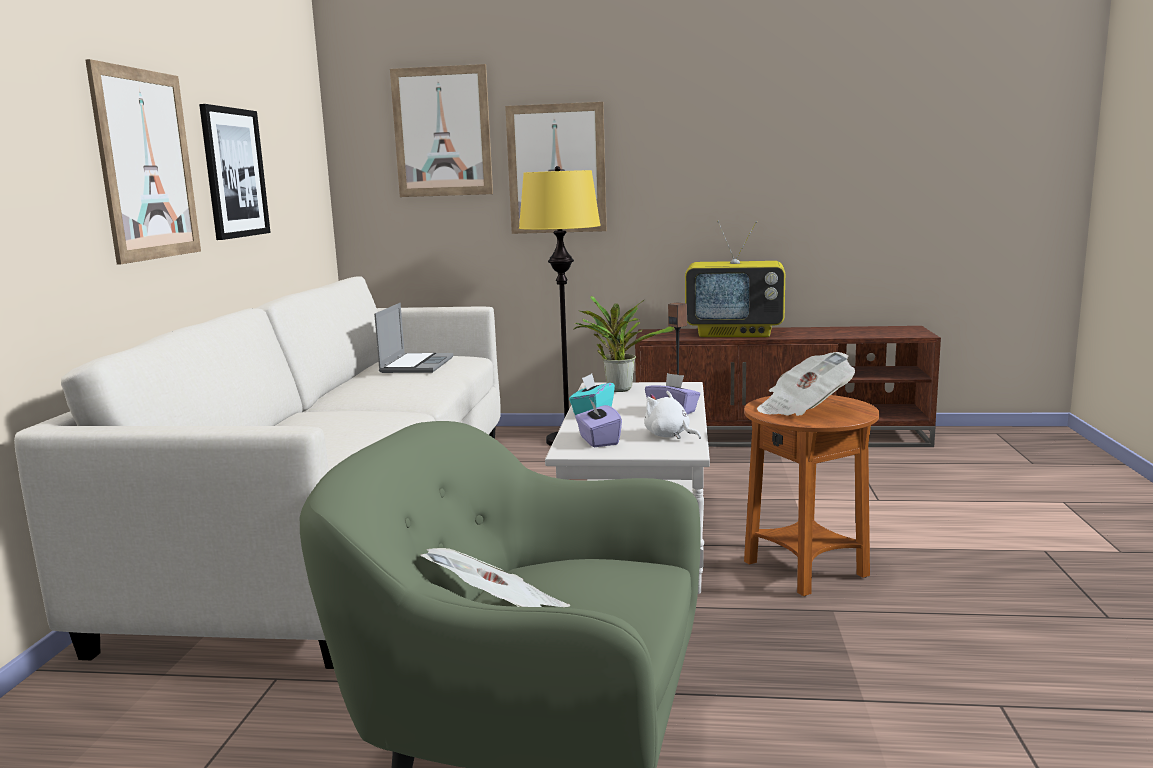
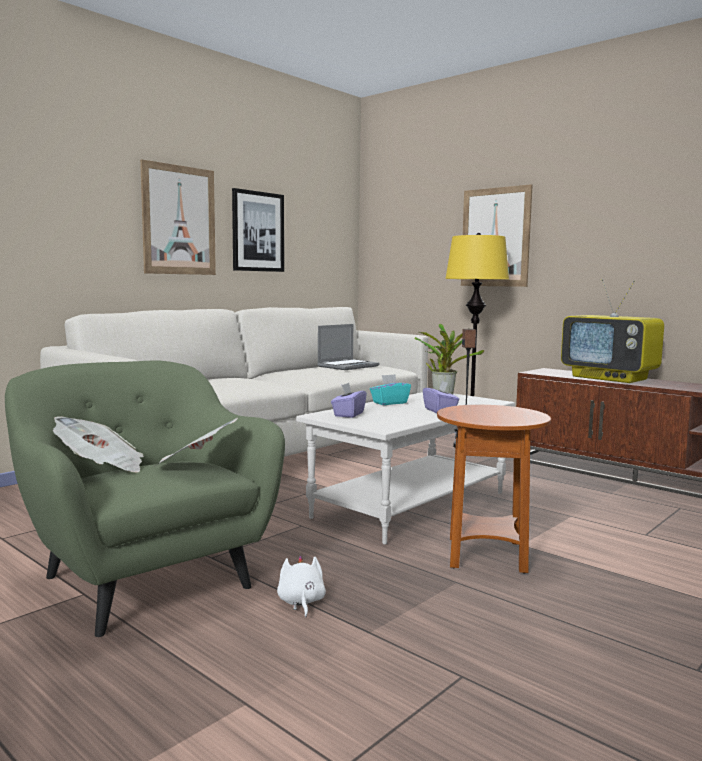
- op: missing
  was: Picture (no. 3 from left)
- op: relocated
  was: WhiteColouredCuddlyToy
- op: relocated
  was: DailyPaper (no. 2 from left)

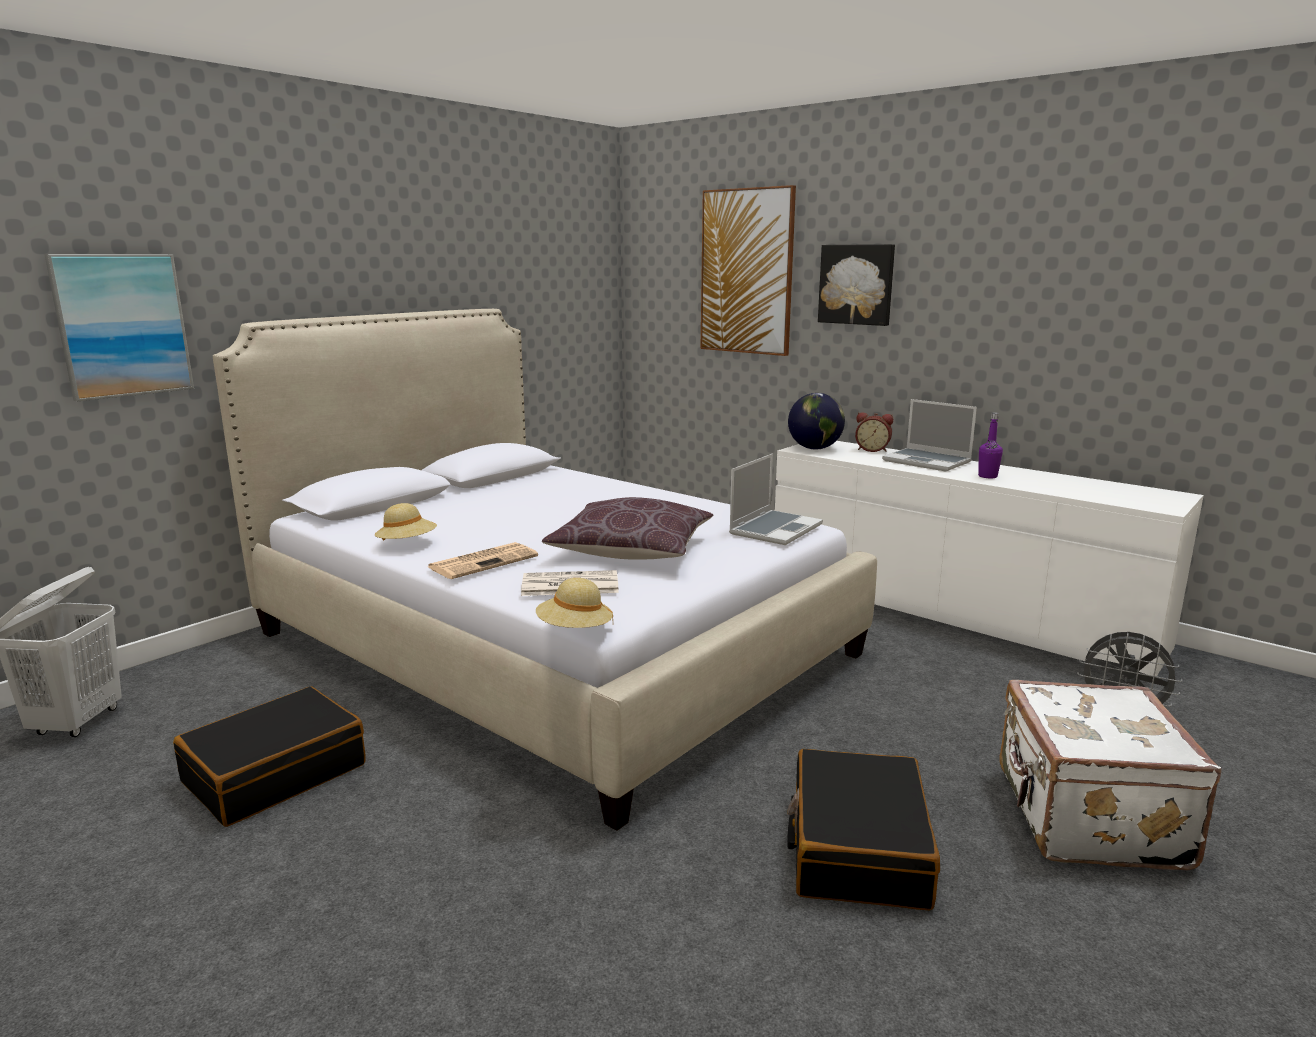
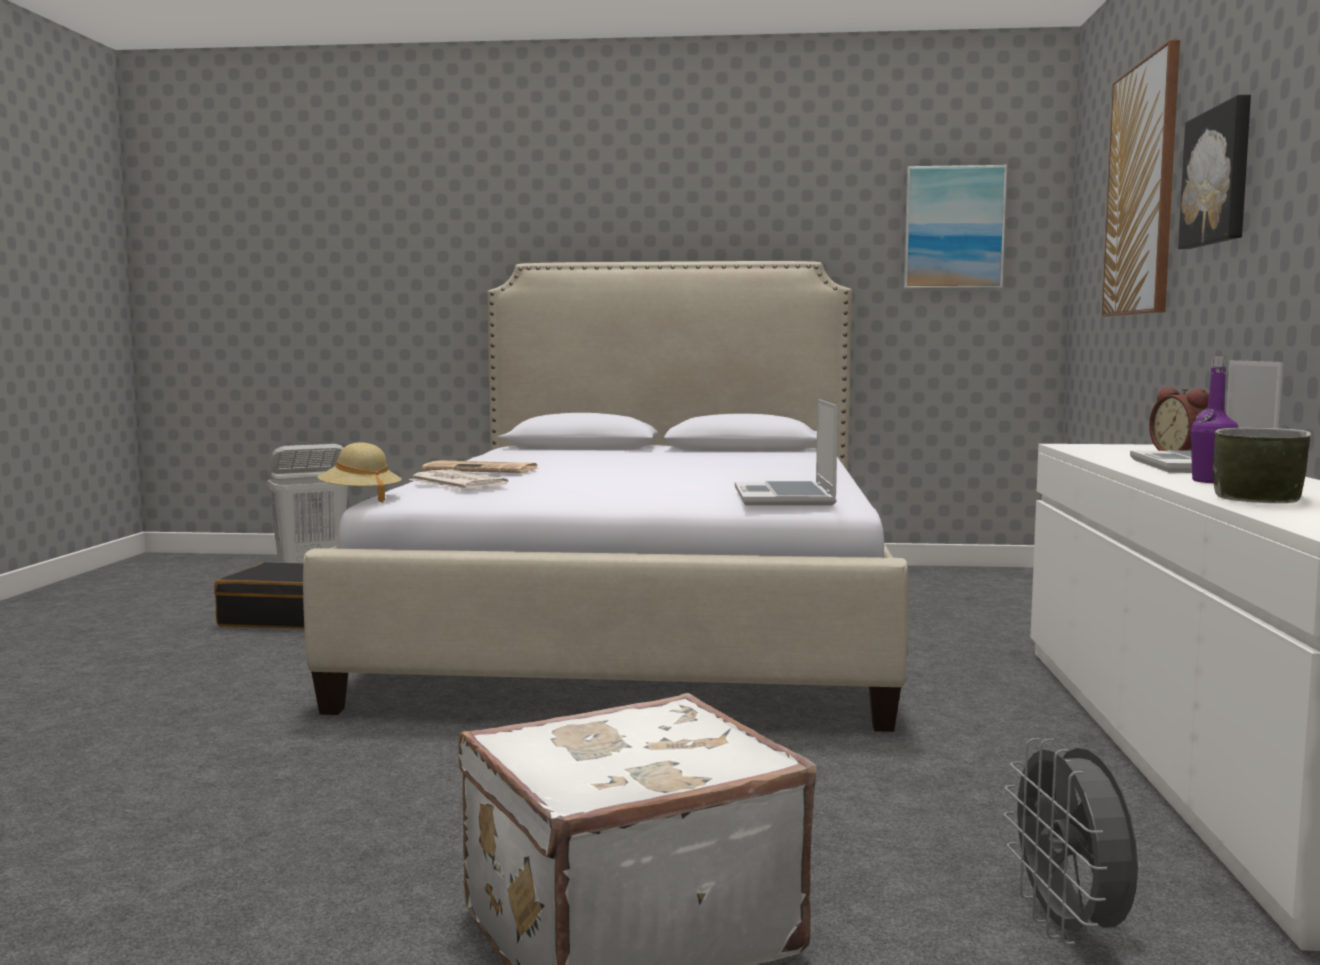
- op: missing
  was: BeigeColouredClothingHat (no. 1 from left)
- op: missing
  was: BrownColouredThrowPillow
- op: missing
  was: BlackishTravelCase (no. 2 from left)
- op: missing
  was: WorldGlobe
- op: appeared
  now: Bowl
- op: relocated
  was: Picture (no. 1 from left)
- op: spun
  was: PortableComputer (no. 1 from left)
  clockwise: 90

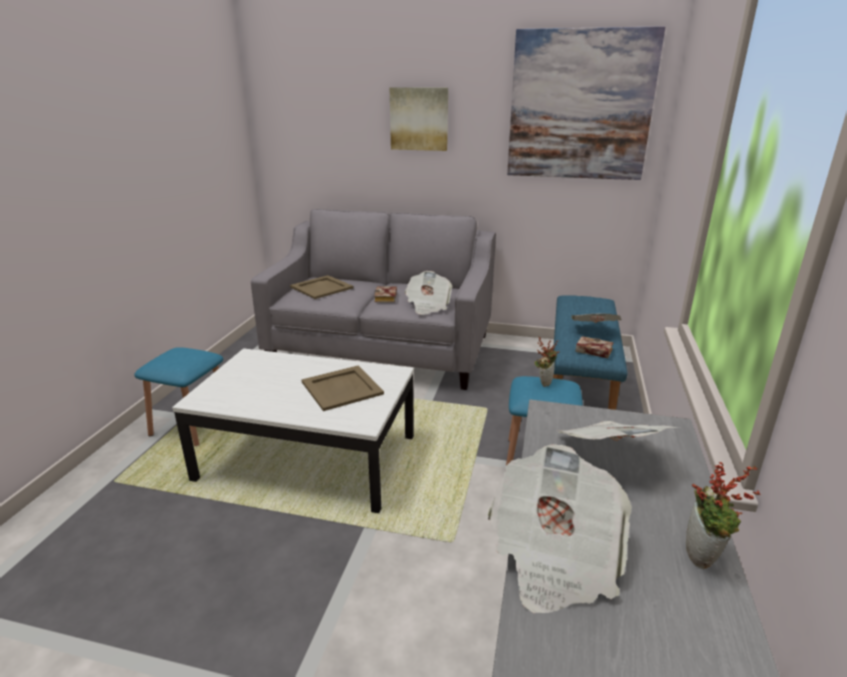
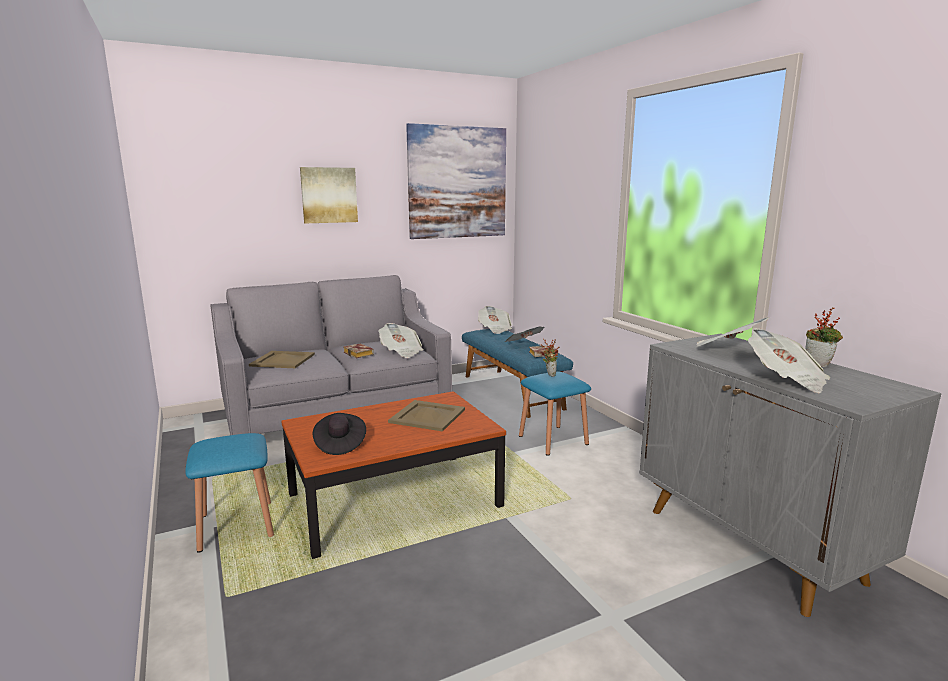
- op: appeared
  now: BlackishClothingHat
- op: appeared
  now: DailyPaper (no. 2 from left)
- op: colour
  was: WhiteColouredLowTable
  now: BrownColouredLowTable

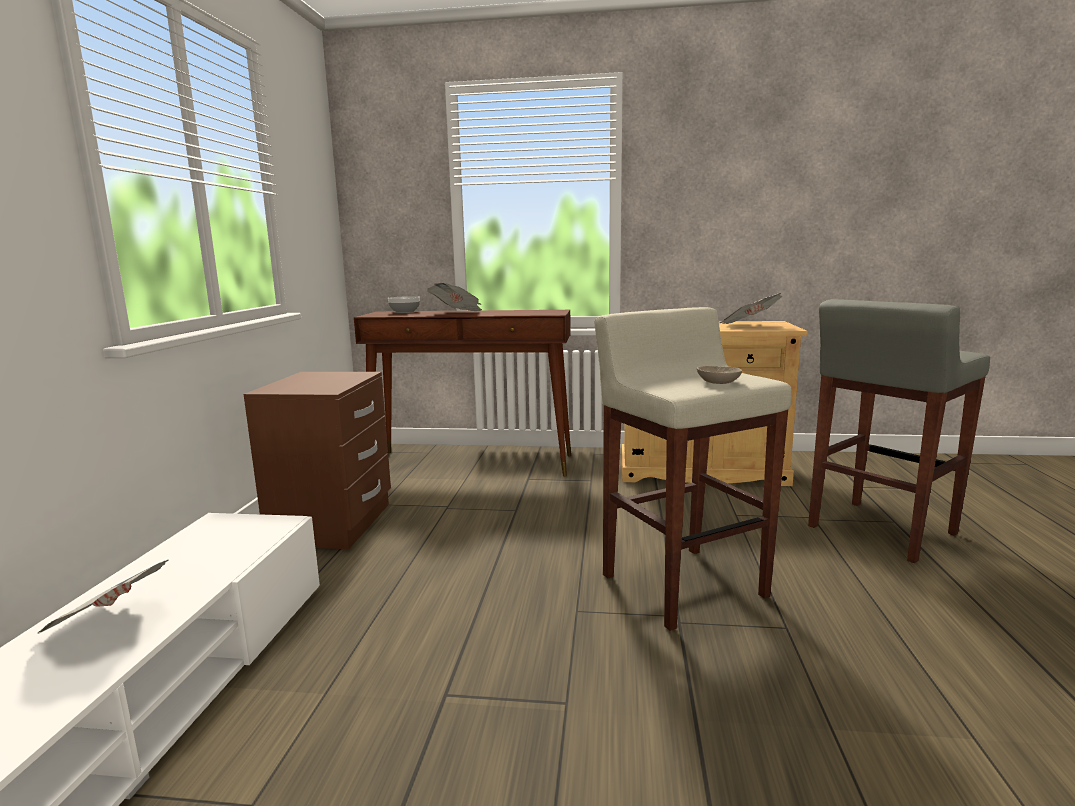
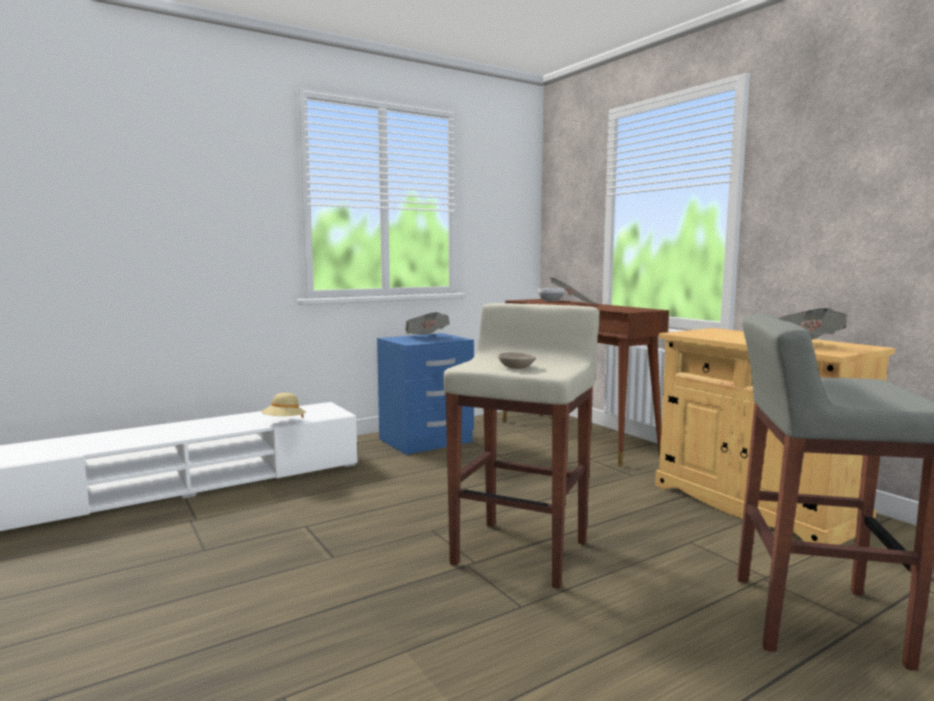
- op: appeared
  now: BeigeColouredClothingHat
- op: relocated
  was: DailyPaper (no. 1 from left)
- op: colour
  was: BrownColouredBedsideTable
  now: BlueBedsideTable

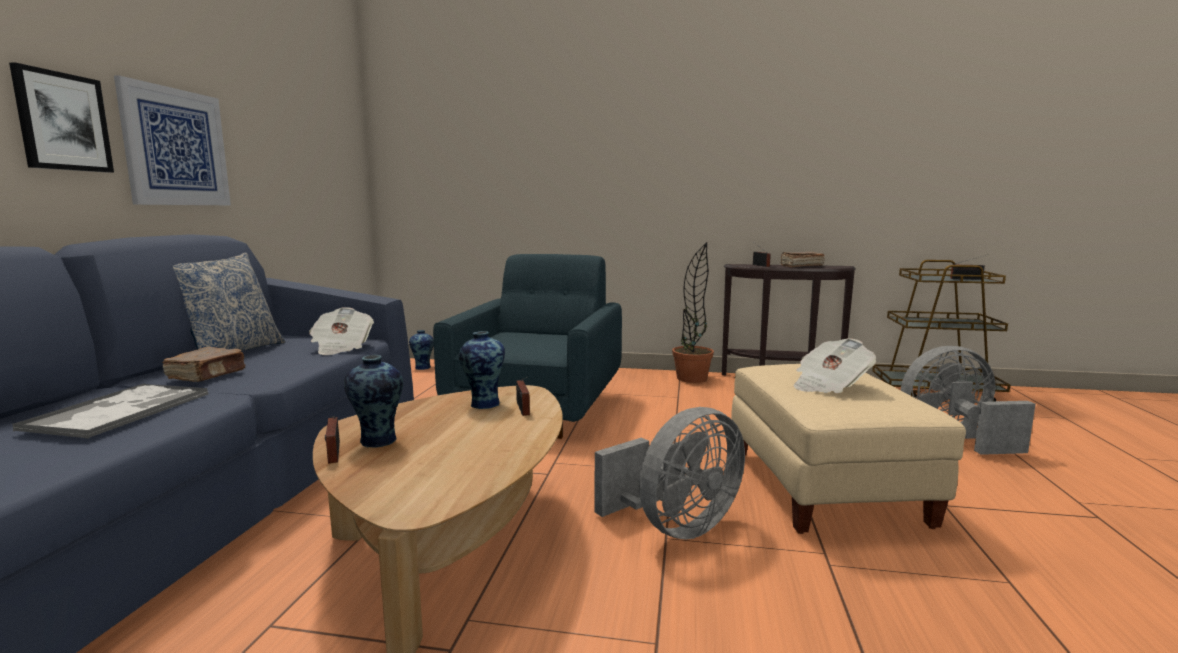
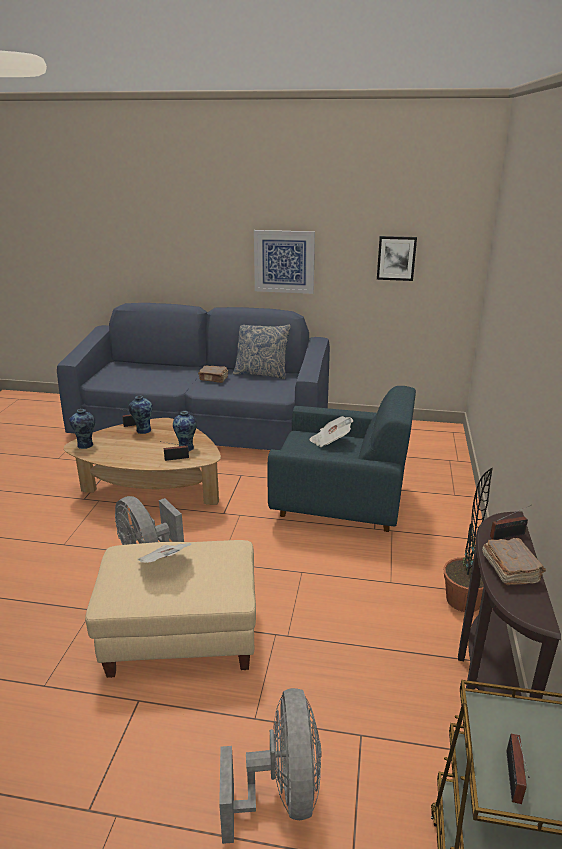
- op: missing
  was: ServingTray
- op: relocated
  was: Picture (no. 1 from left in the first image)
  now: Picture (no. 2 from left)
- op: relocated
  was: DailyPaper (no. 1 from left in the first image)
  now: DailyPaper (no. 2 from left)
- op: relocated
  was: FlowerVase (no. 2 from left in the first image)
  now: FlowerVase (no. 1 from left)

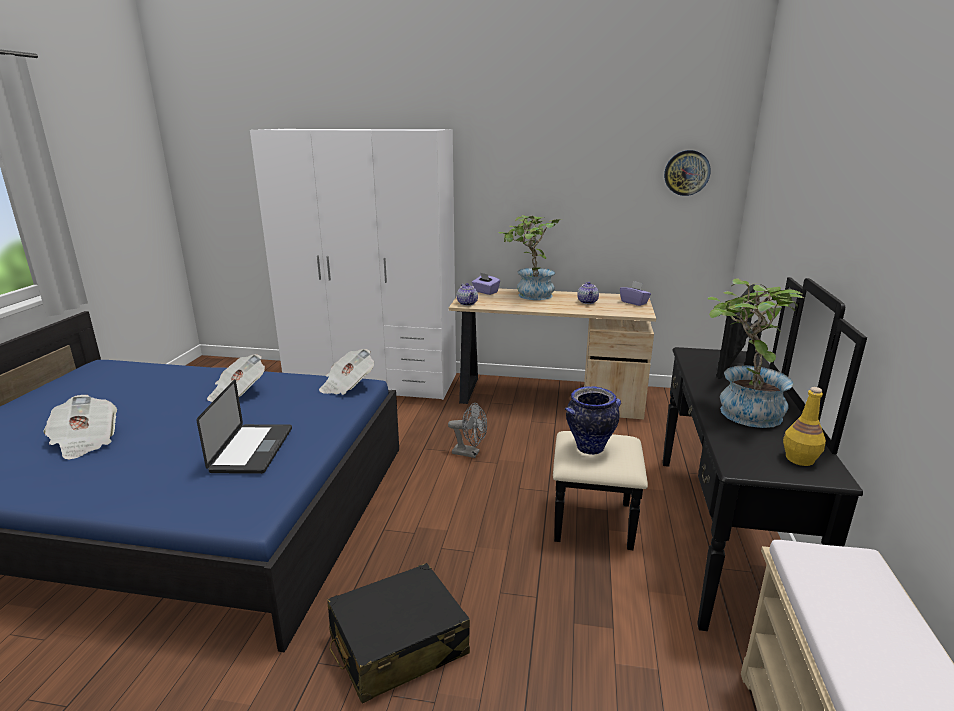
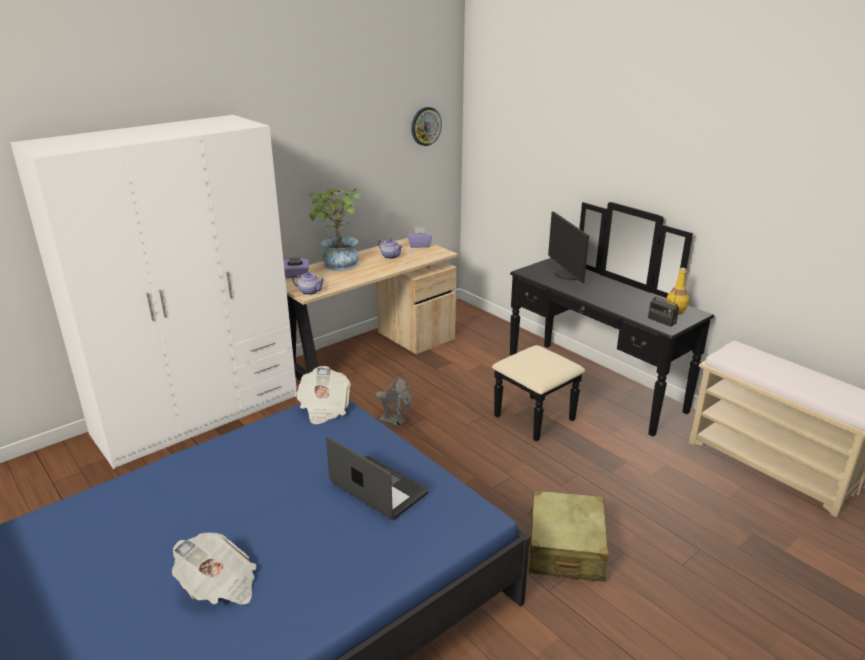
- op: missing
  was: DailyPaper (no. 2 from left)
- op: missing
  was: FlowerVase
- op: missing
  was: PlantInAPot (no. 2 from left)
- op: appeared
  now: Radio
- op: colour
  was: BlackishTravelCase
  now: BeigeColouredTravelCase
- op: spun
  was: GreyishCoolingFan
  clockwise: 60

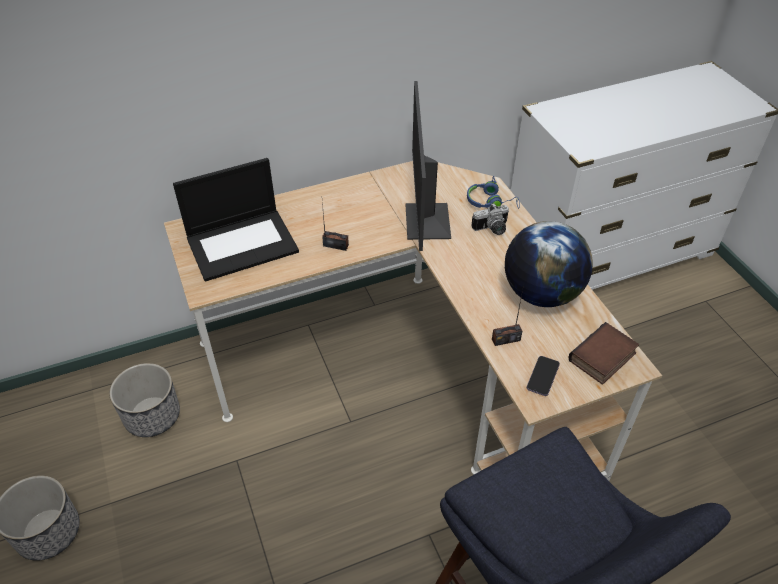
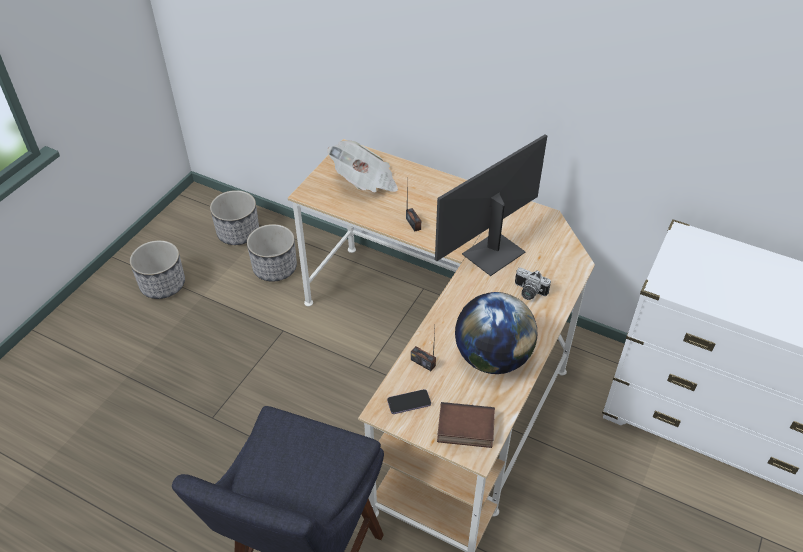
- op: missing
  was: BlueHeadphones
- op: appeared
  now: PlantPot (no. 2 from left)
- op: exchanged
  was: PortableComputer
  now: DailyPaper

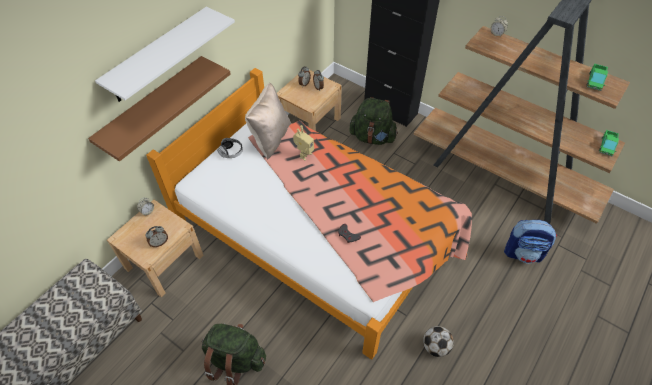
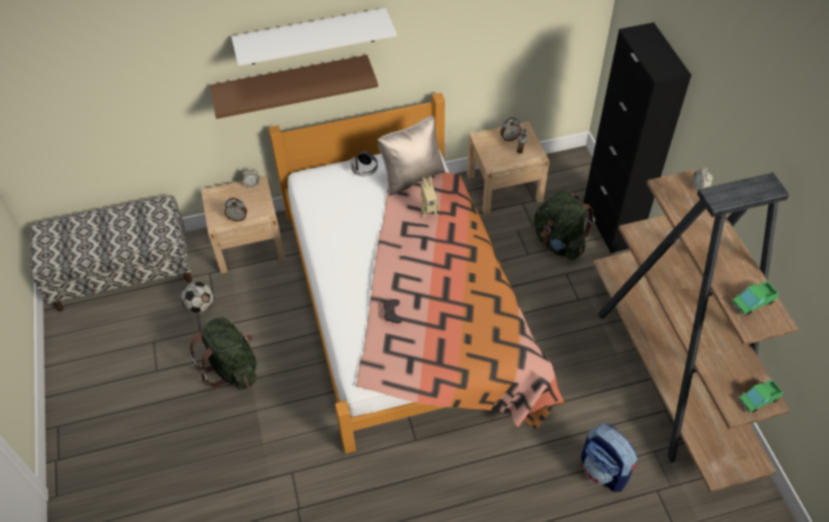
- op: relocated
  was: Football

